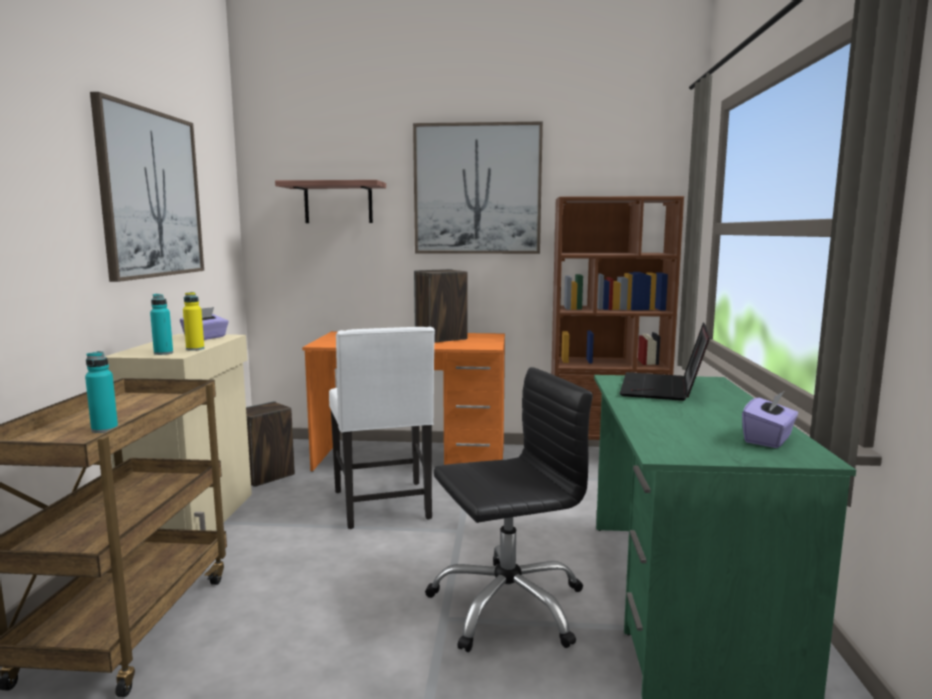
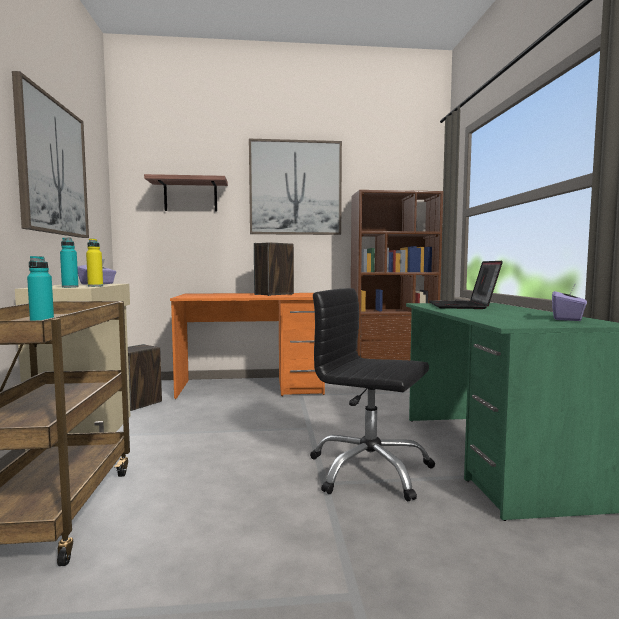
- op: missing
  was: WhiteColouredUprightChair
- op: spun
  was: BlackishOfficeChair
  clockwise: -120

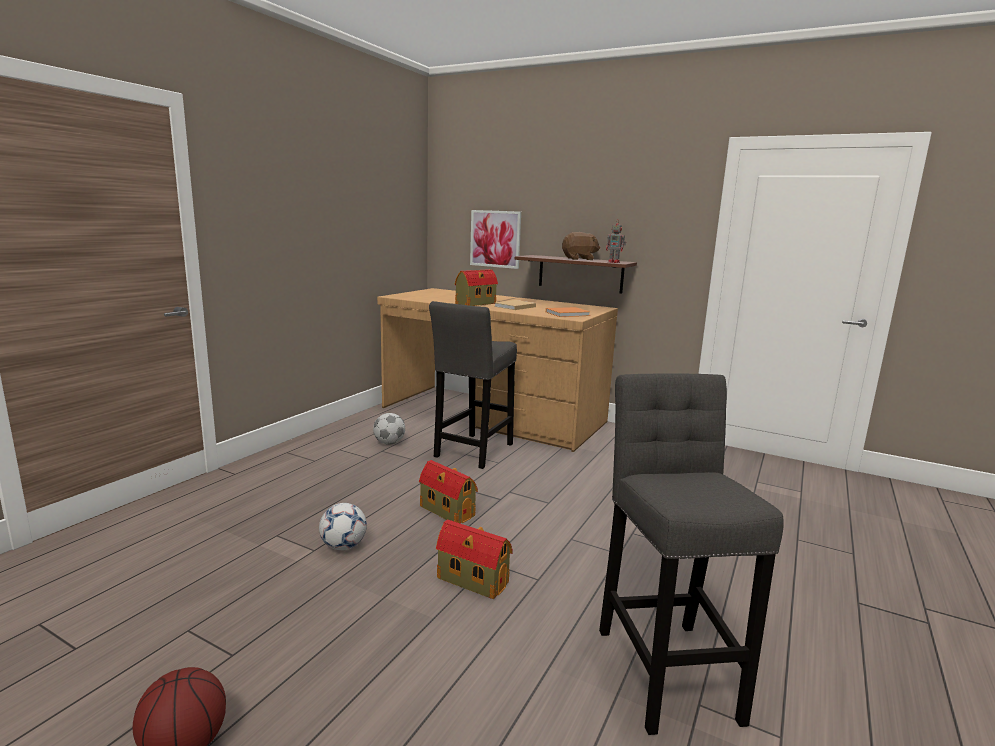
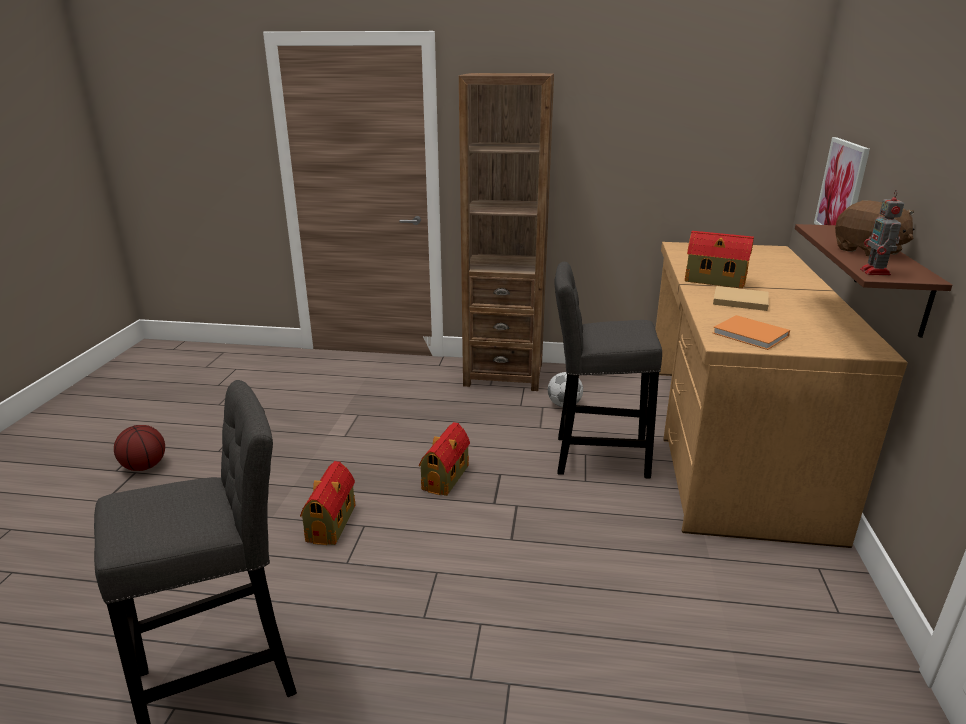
- op: missing
  was: Football (no. 1 from left)
- op: appeared
  now: BrownColouredBookshelf

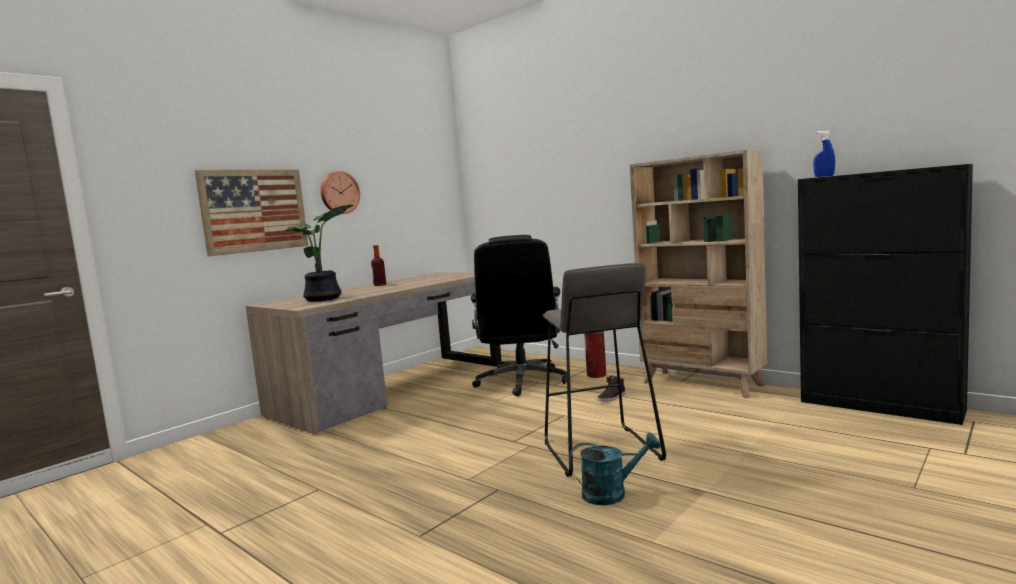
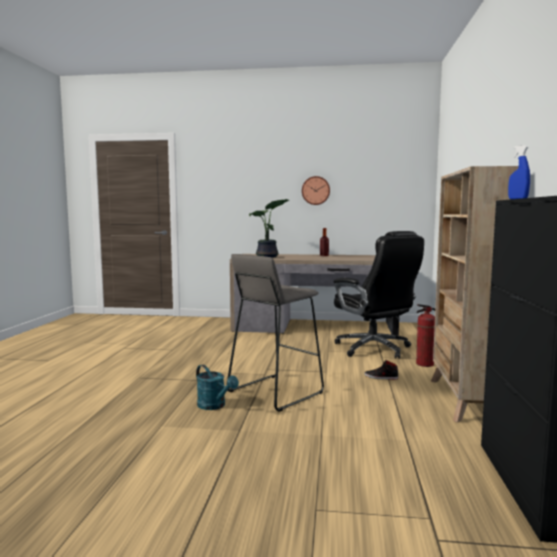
- op: missing
  was: Picture
- op: spun
  was: BlackishOfficeChair
  clockwise: -90

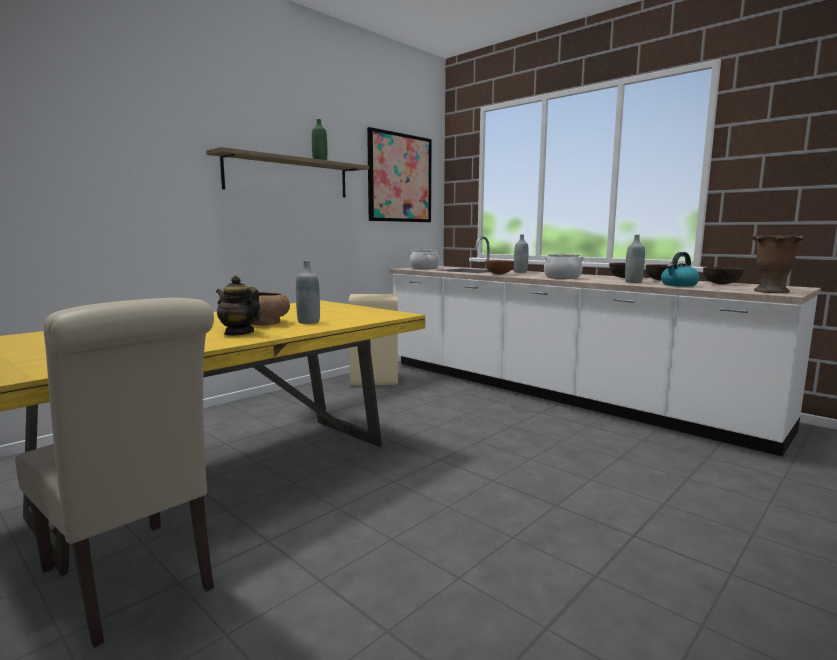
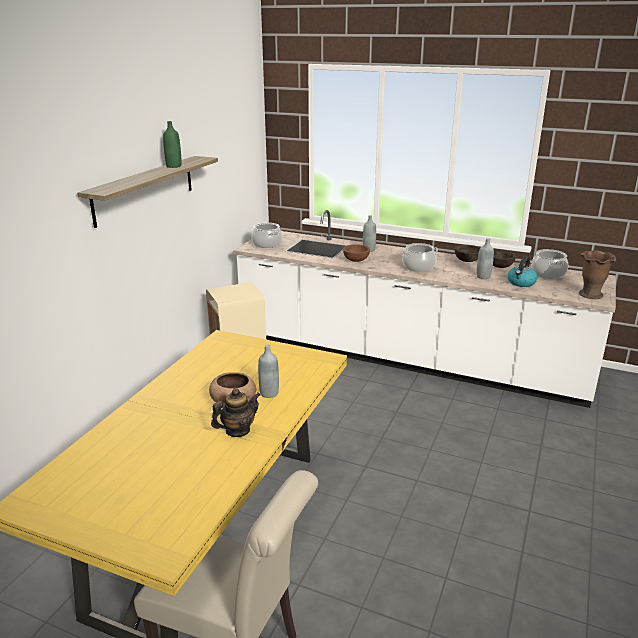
- op: missing
  was: Picture
- op: exchanged
  was: BrownColouredBowl (no. 5 from left)
  now: Stockpot (no. 3 from left)
- op: spun
  was: PotForTea
  clockwise: 135

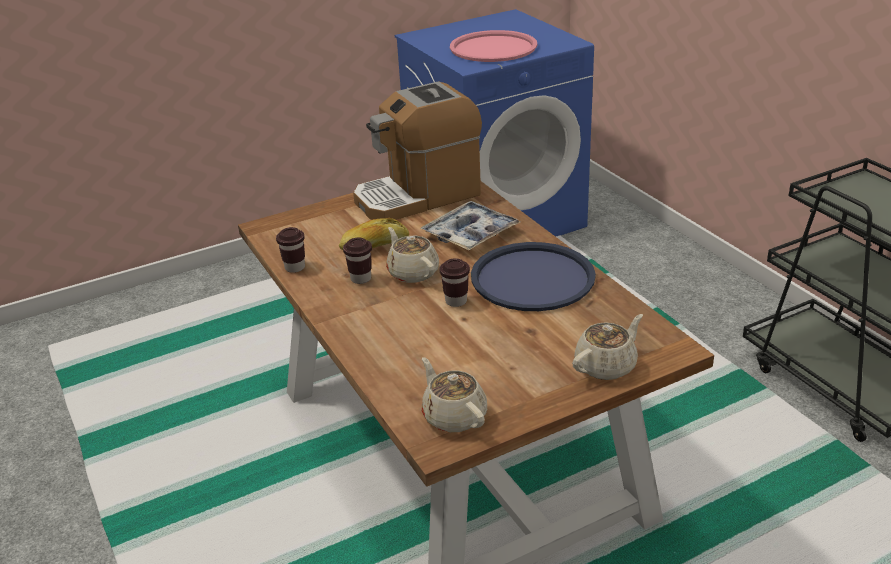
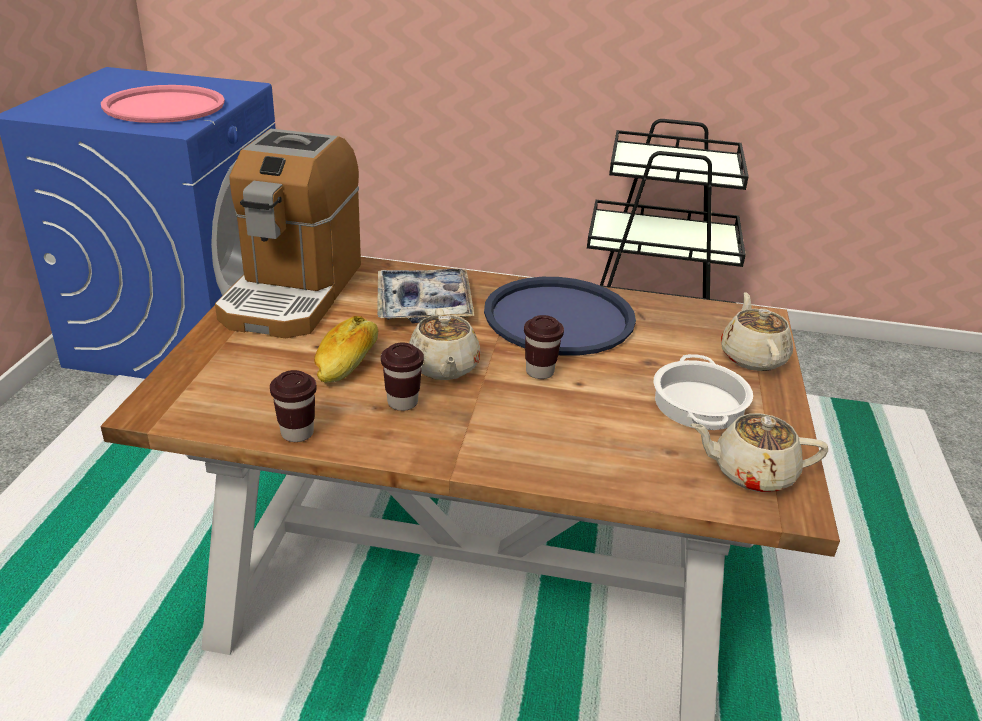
- op: appeared
  now: Stockpot
- op: spun
  was: BeigeColouredPotForTea (no. 1 from left)
  clockwise: -105

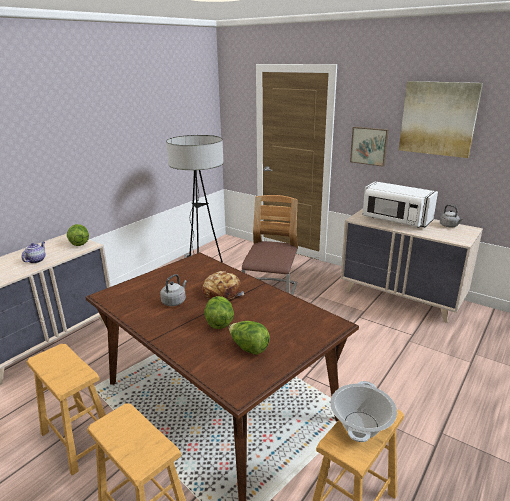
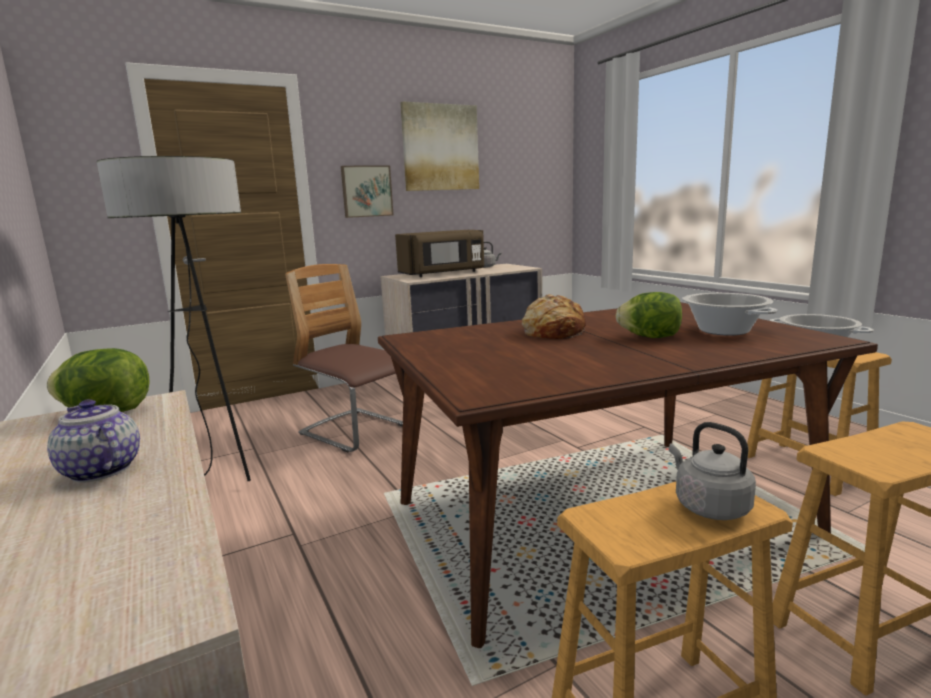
- op: relocated
  was: GreyishKettle (no. 1 from left in the first image)
  now: GreyishKettle (no. 2 from left)
- op: exchanged
  was: Lettuce (no. 3 from left)
  now: Stockpot (no. 1 from left)
- op: colour
  was: WhiteColouredKitchenMicrowave
  now: BrownColouredKitchenMicrowave

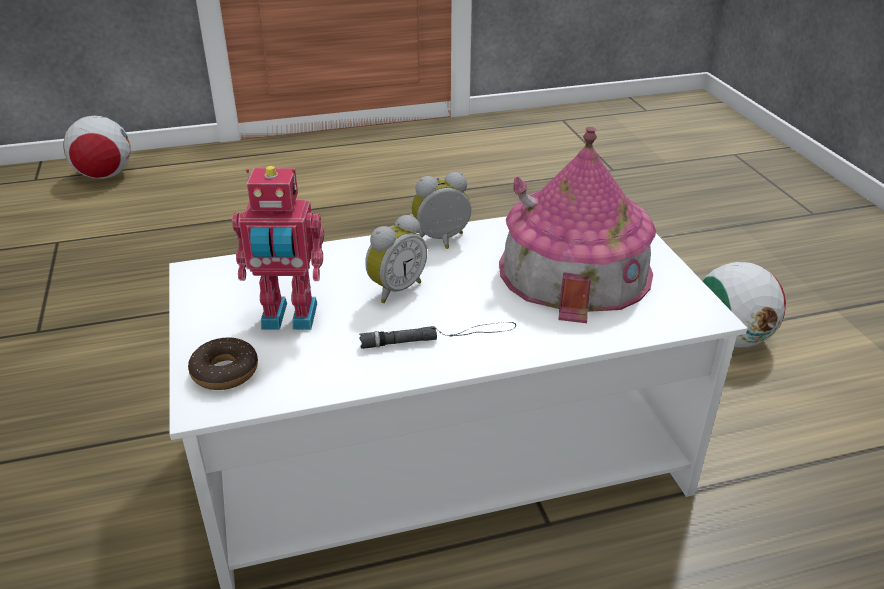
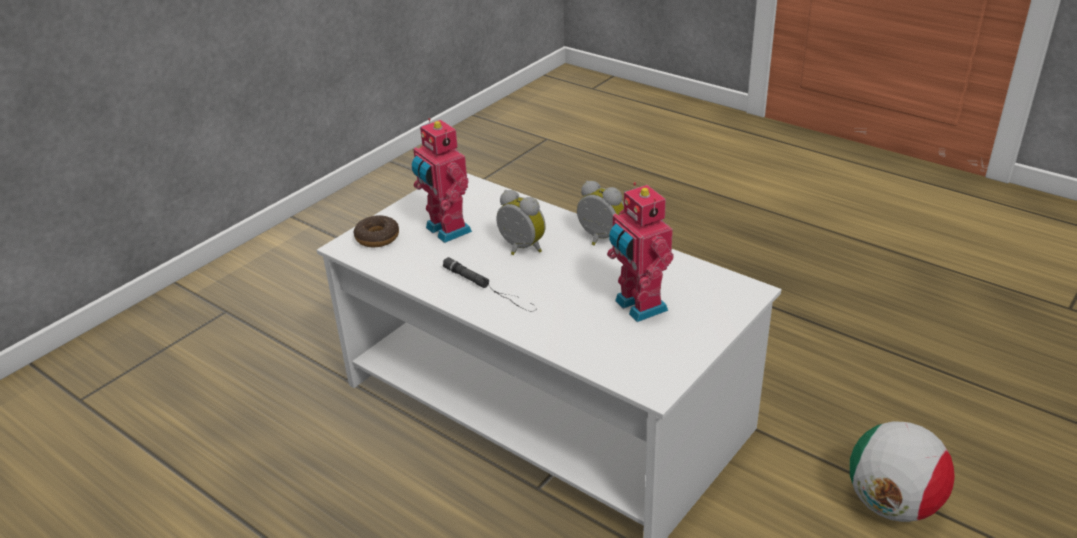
- op: missing
  was: Football (no. 1 from left)
- op: exchanged
  was: ModelHouse
  now: ToyRobot (no. 2 from left)
- op: spun
  was: AlarmClock (no. 1 from left)
  clockwise: -150

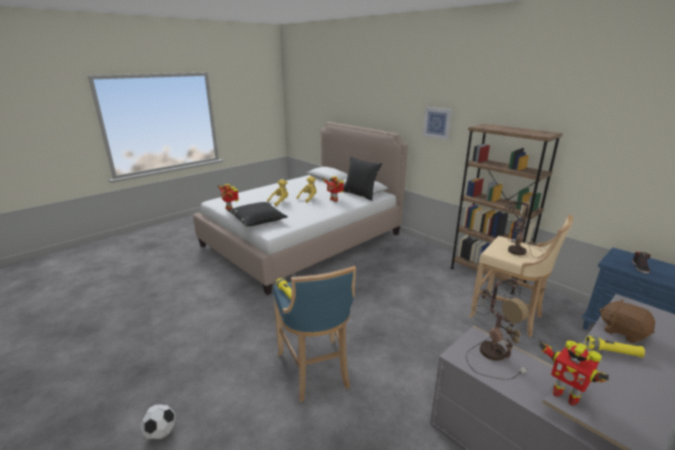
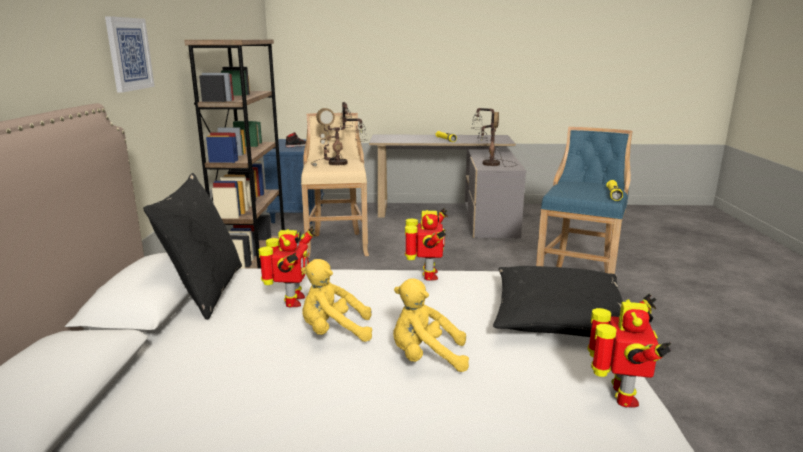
- op: missing
  was: Football
- op: missing
  was: BrownColouredCuddlyToy
- op: relocated
  was: ToyRobot (no. 3 from left in the first image)
  now: ToyRobot (no. 2 from left)

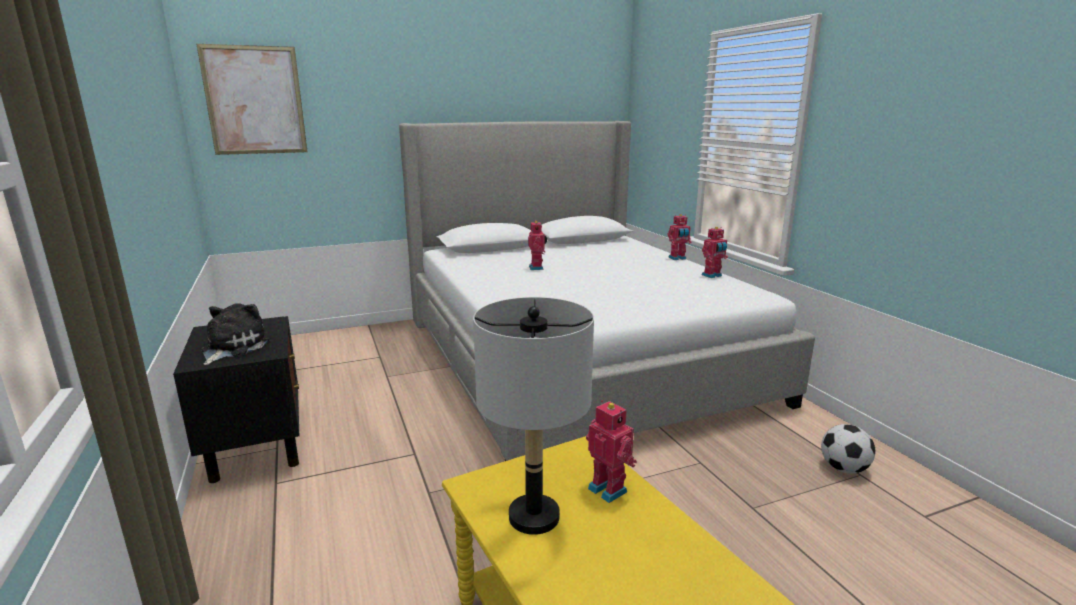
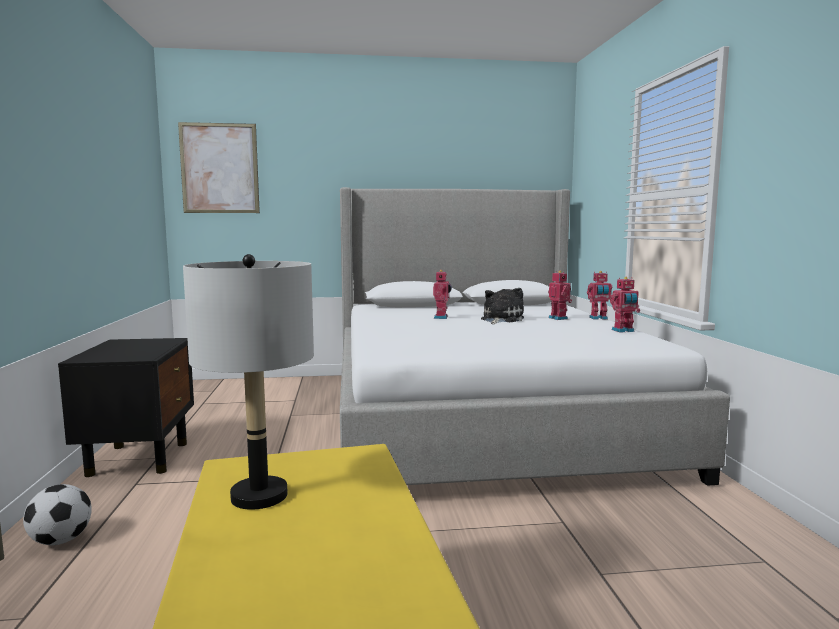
- op: relocated
  was: CuddlyToy
- op: relocated
  was: ToyRobot (no. 2 from left)
- op: relocated
  was: Football

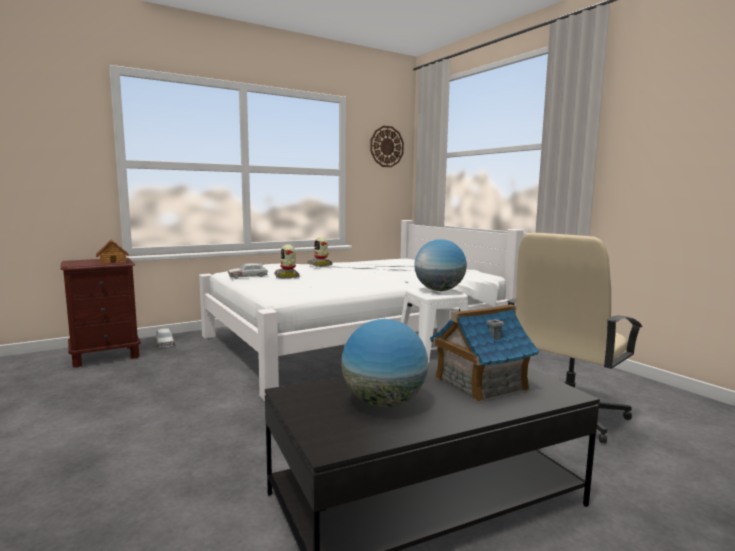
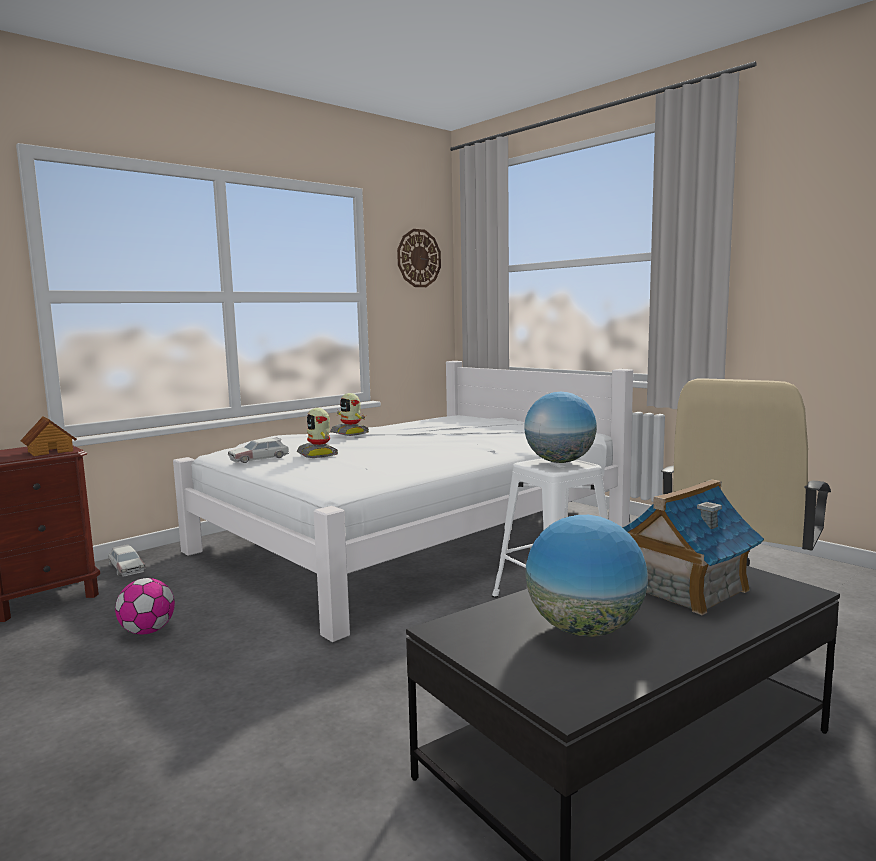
- op: appeared
  now: Football

